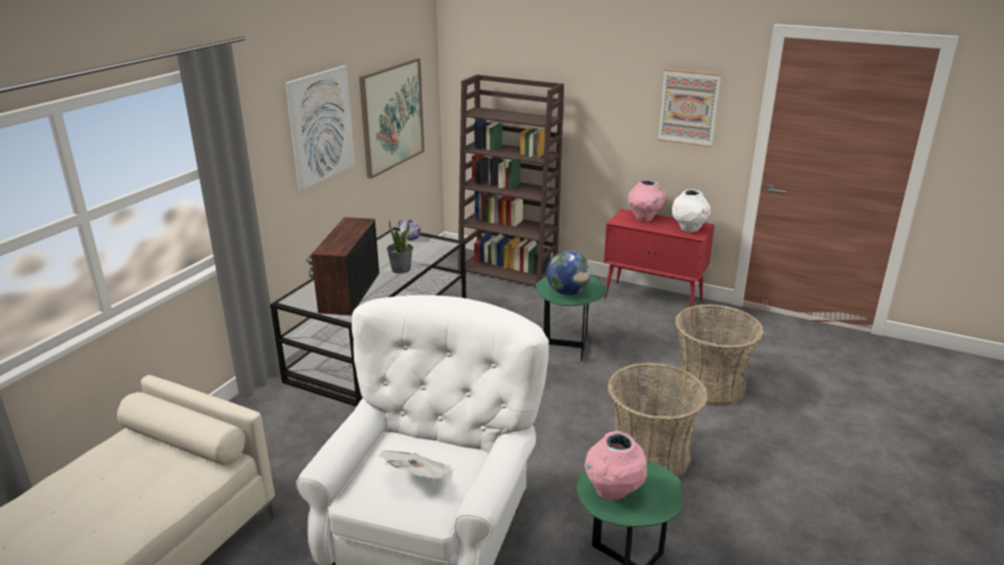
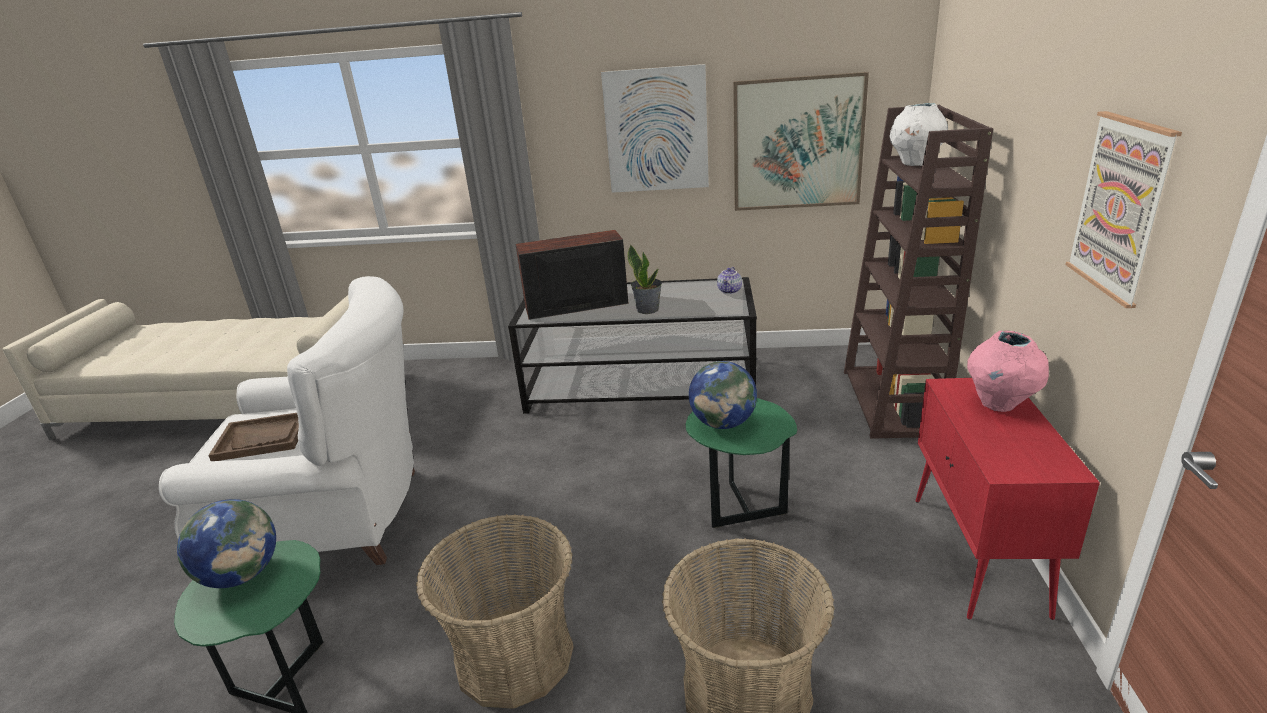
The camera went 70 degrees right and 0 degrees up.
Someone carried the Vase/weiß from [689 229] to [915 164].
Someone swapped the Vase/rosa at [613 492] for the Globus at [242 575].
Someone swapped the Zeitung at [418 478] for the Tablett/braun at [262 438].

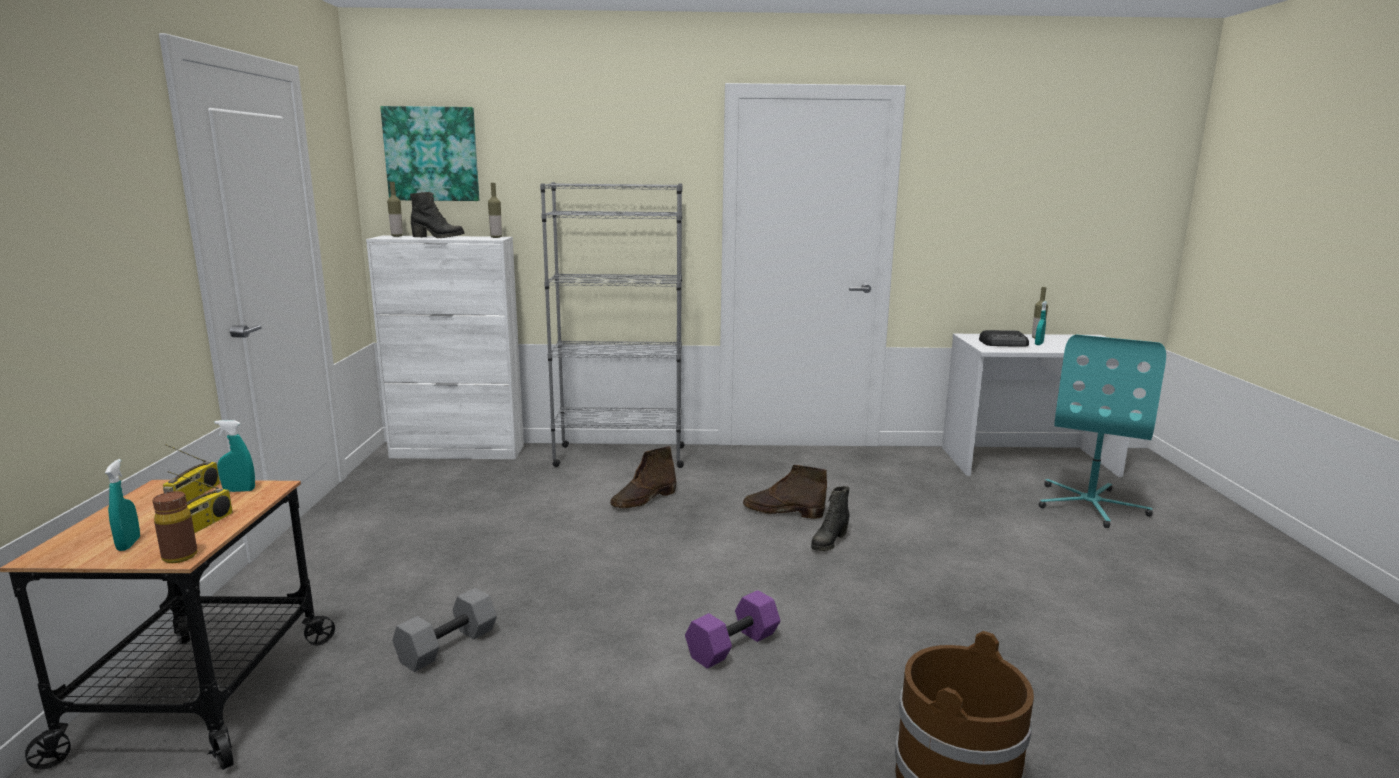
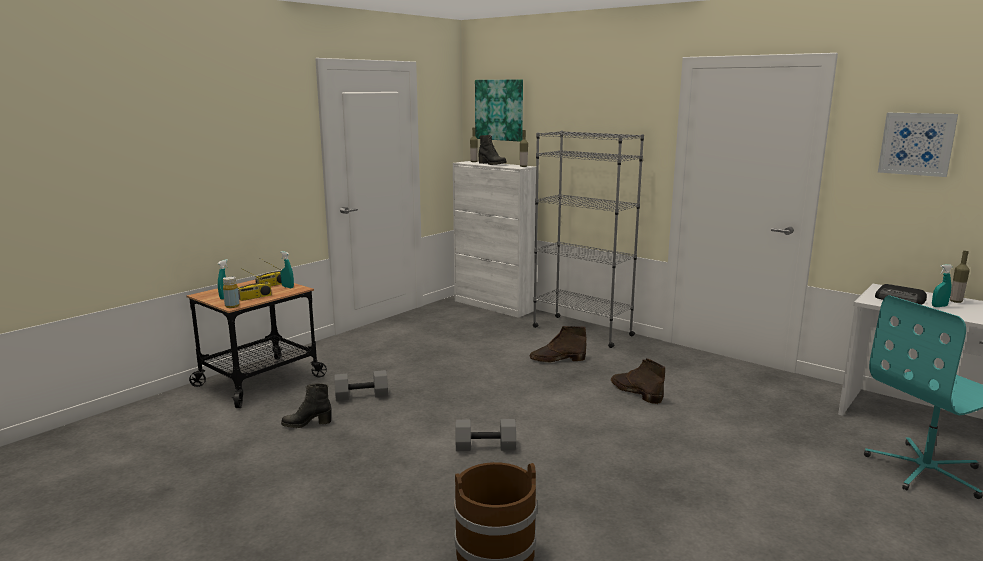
The camera went 40 degrees right and 0 degrees up.
Someone carried the Stiefel/schwarz from [828 542] to [307 424].
Someone repainted the Flasche/braun at [180 557], which became the Flasche/gelb at [232 306].
Someone repainted the Hantel/lila at [732 644], which became the Hantel/grau at [486 446].
Someone put up the Bild at [916 144].

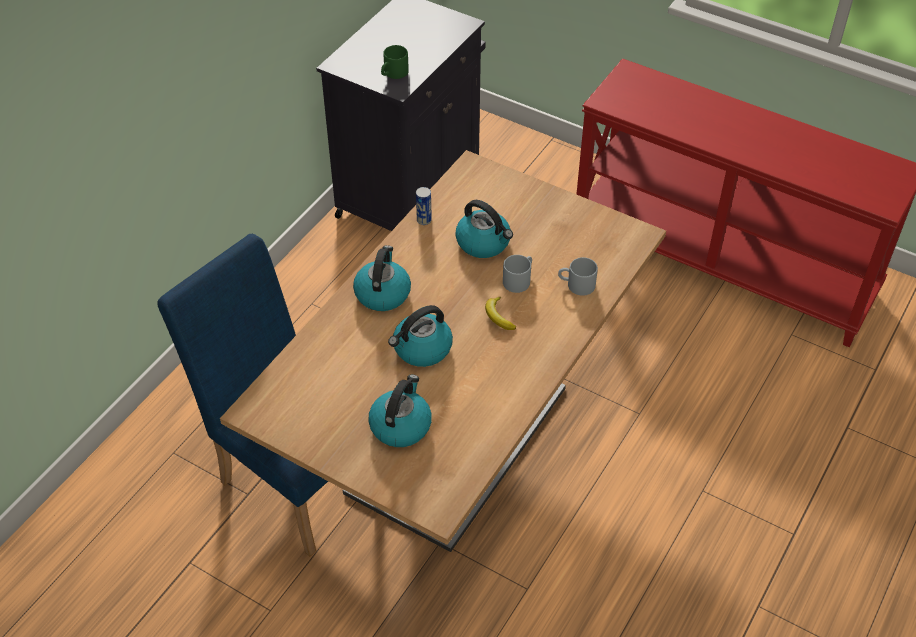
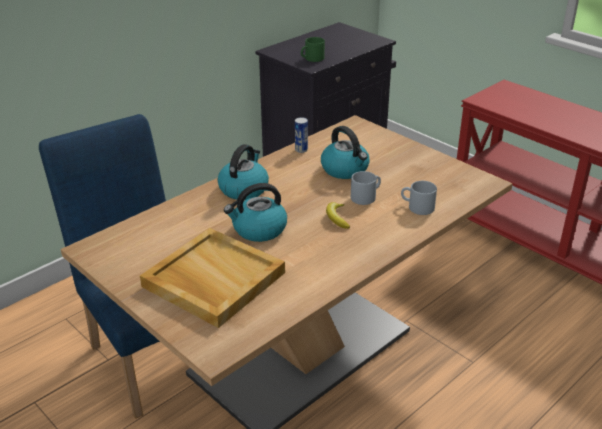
The camera went 15 degrees right and 15 degrees down.
Someone swapped the Wasserkessel at [400 425] for the Tablett/beige at [212 280].

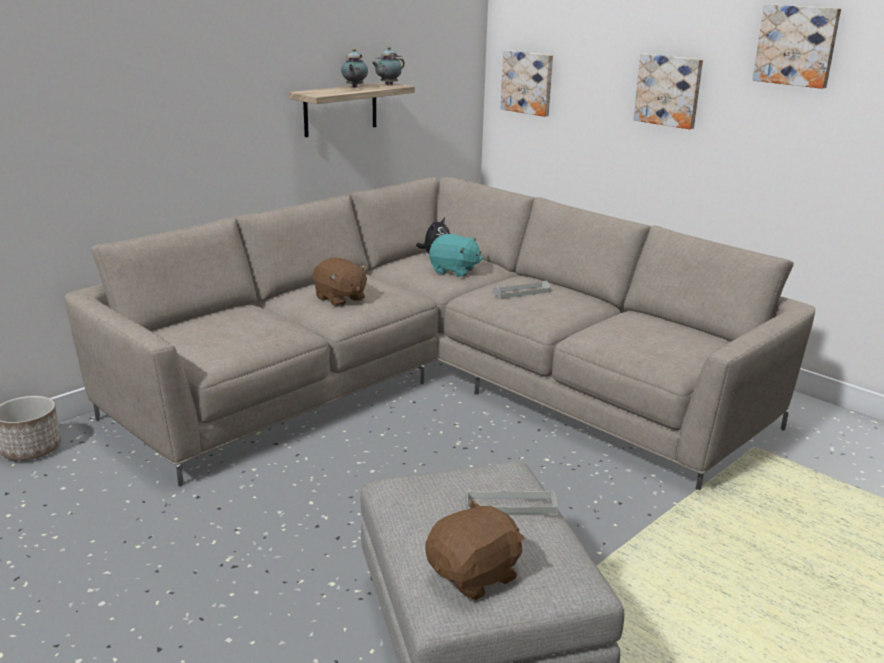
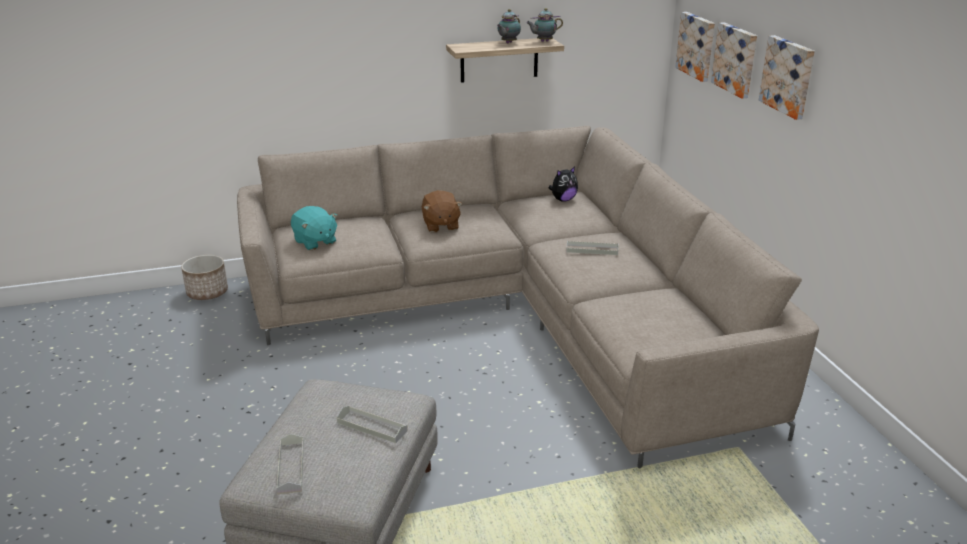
The camera went 30 degrees right and 5 degrees up.
Someone carried the Bild from [797 45] to [736 59].
Someone carried the Plüschtier/türkis from [454 271] to [315 242].
Someone swapped the Plüschtier/braun at [475 576] for the Tablett/grau at [291 467].

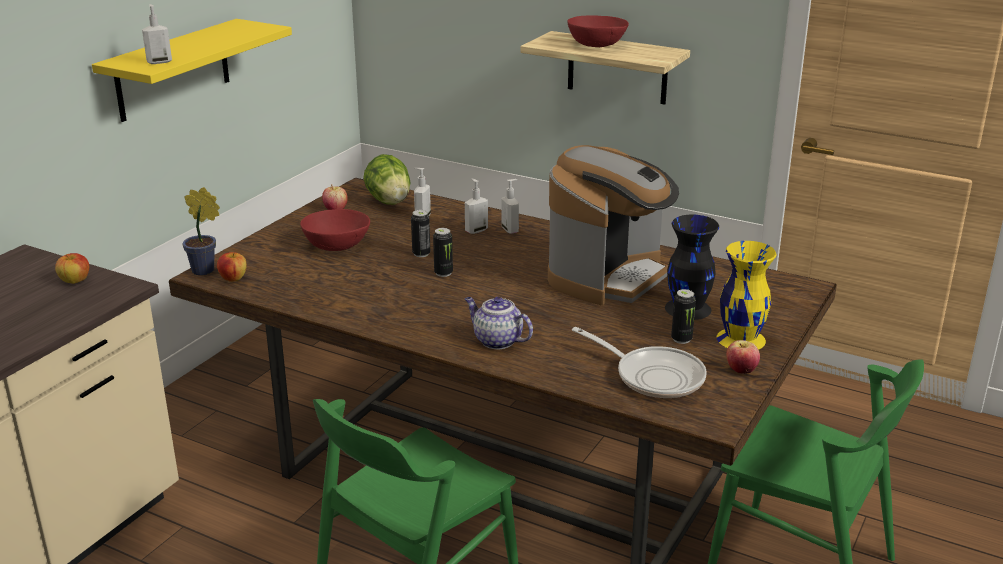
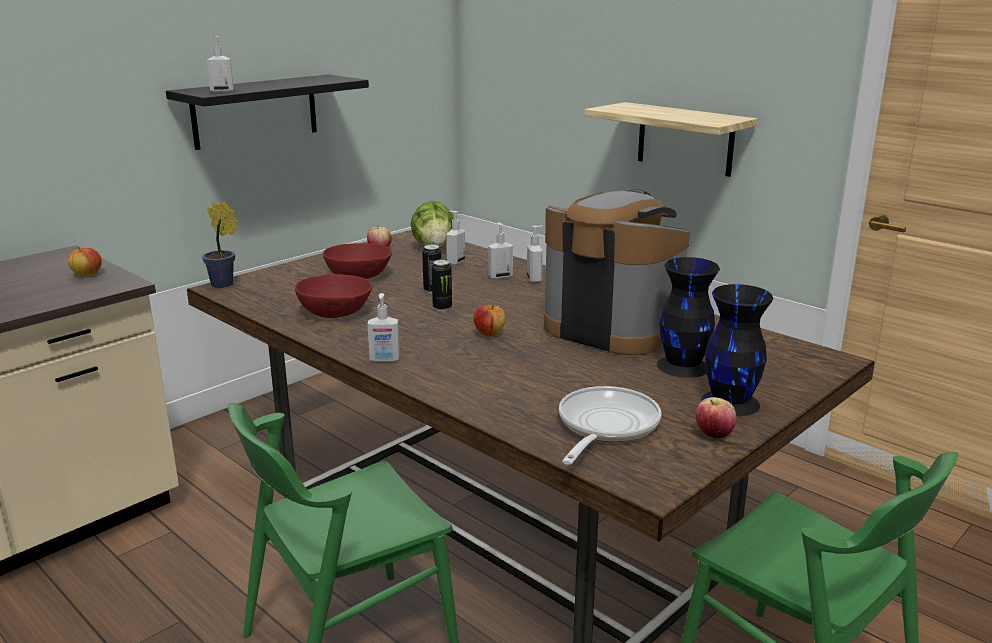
The camera went 15 degrees right and 5 degrees down.
Someone carried the Schüssel/rot from [596 44] to [335 312].
Someone repainted the Wandregal/gelb at [173 70], which became the Wandregal/schwarz at [255 111].
Someone rotated the Kaffeemaschine at [609 277] by 105 degrees counterclockwise.
Someone repainted the Vase/gelb at [740 338], which became the Vase/schwarz at [730 402].
Someone carried the Apfel from [233 278] to [489 334].
Someone took away the Dose at [681 339].
Someone took away the Teekanne at [496 341].
Someone rotated the Pfanne at [653 376] by 120 degrees counterclockwise.
Someone put down the Seifenspender at [384 360].

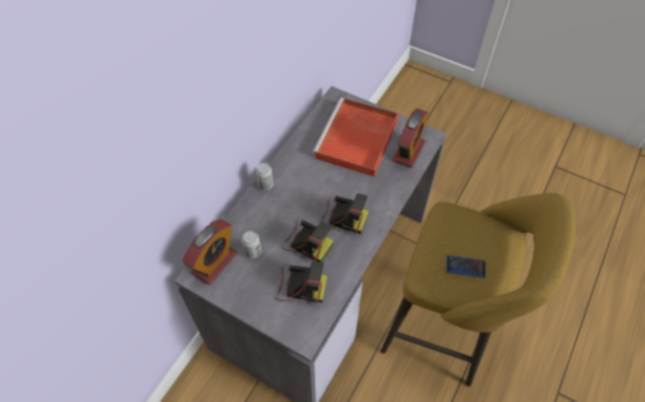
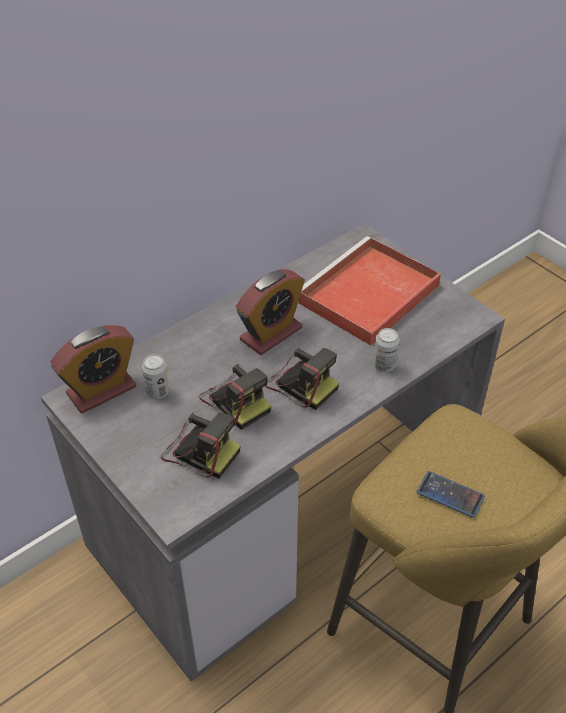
The camera went 20 degrees right and 10 degrees down.
Someone carried the Wecker from [408 151] to [271 334].
Someone carried the Dose from [265 185] to [384 365].

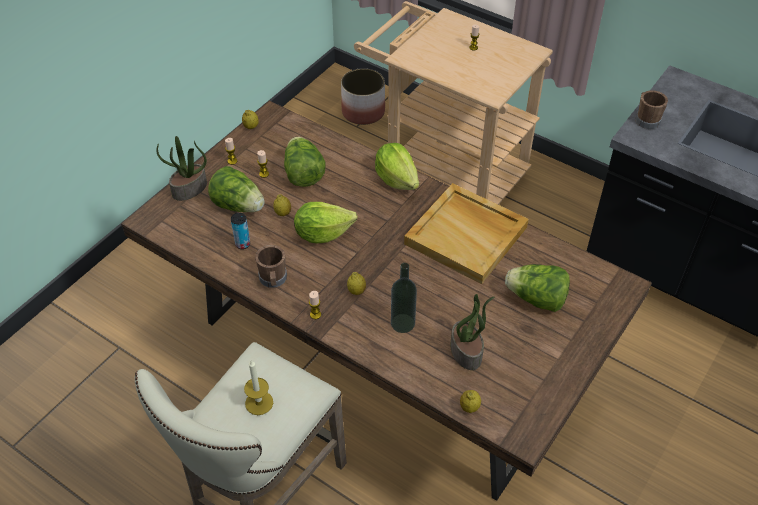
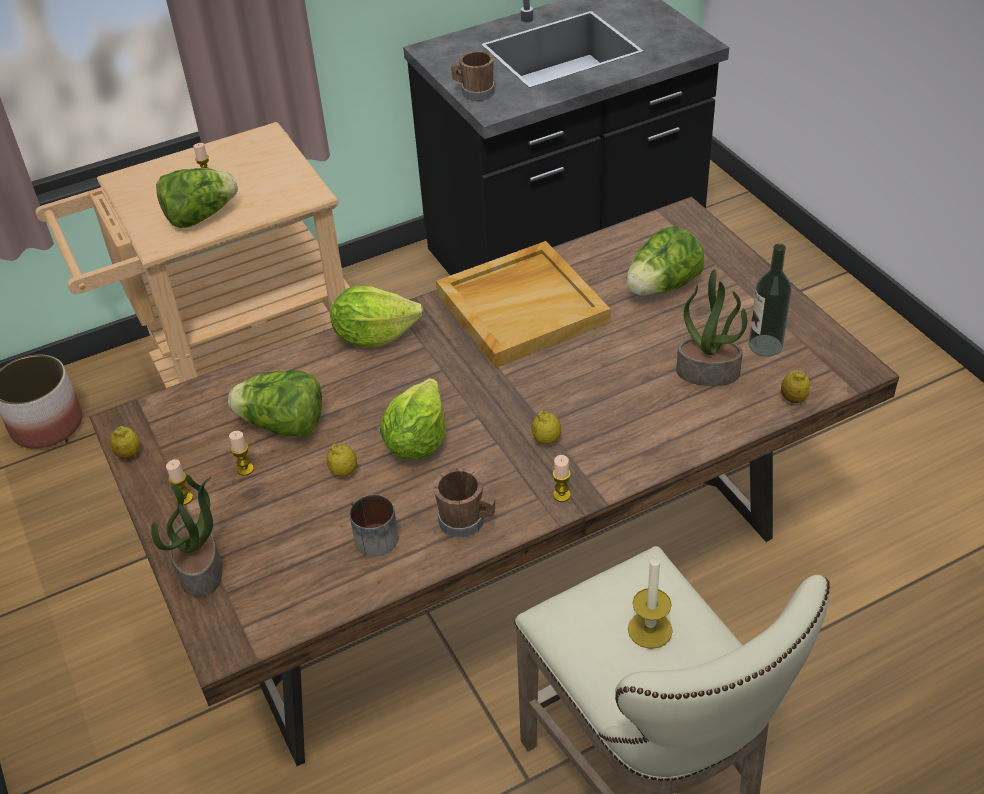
The camera went 60 degrees left and 5 degrees down.
Someone carried the Salatkopf from [238 205] to [200 216].
Someone swapped the Dose at [242 244] for the Henkelbecher at [371 536].
Someone carried the Flasche from [402 323] to [765 345].

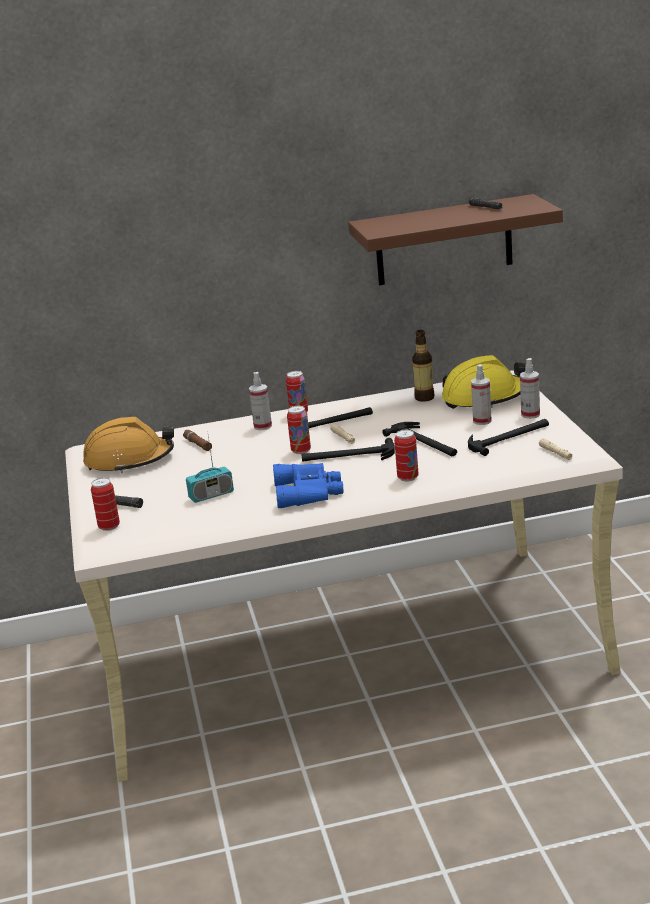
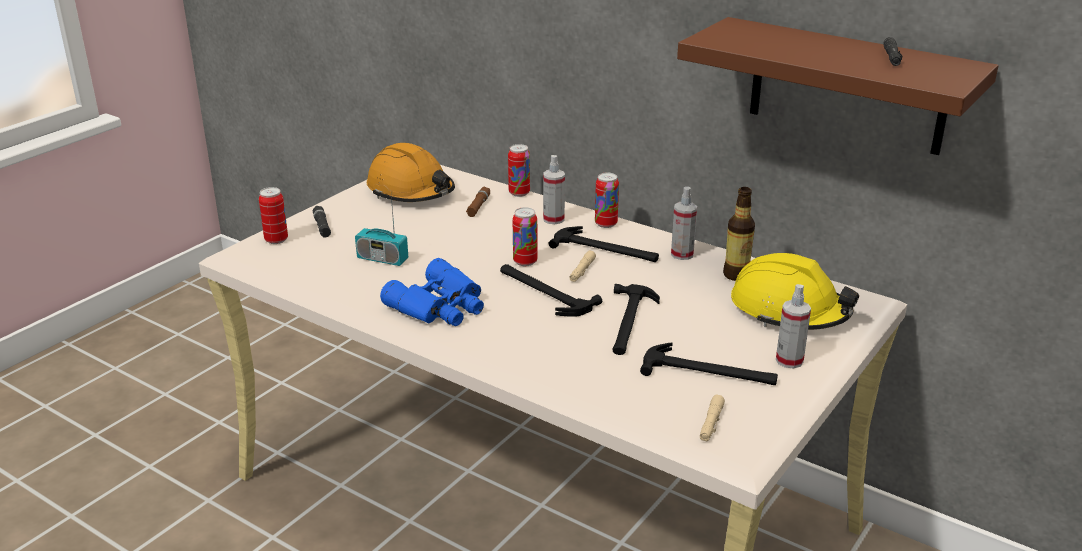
The camera went 45 degrees right and 5 degrees up.
Someone carried the Sprühflasche from [482 421] to [682 254].
Someone carried the Dose from [408 477] to [519 193].

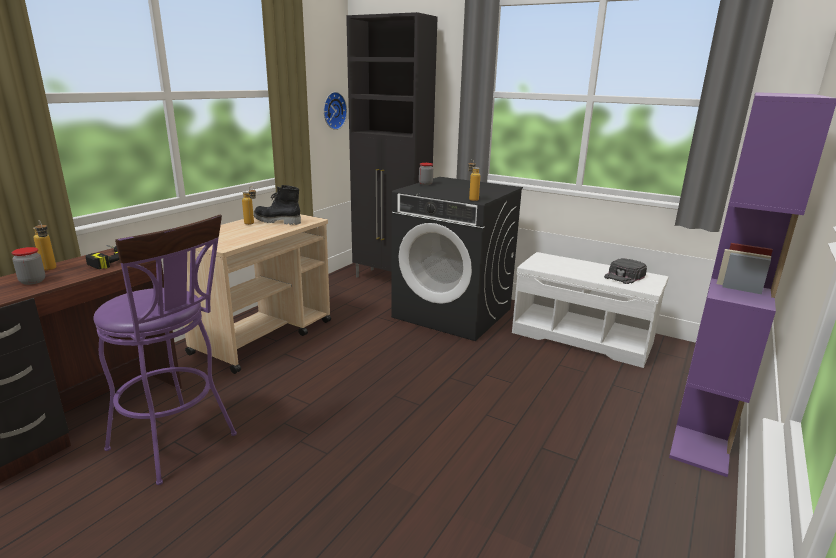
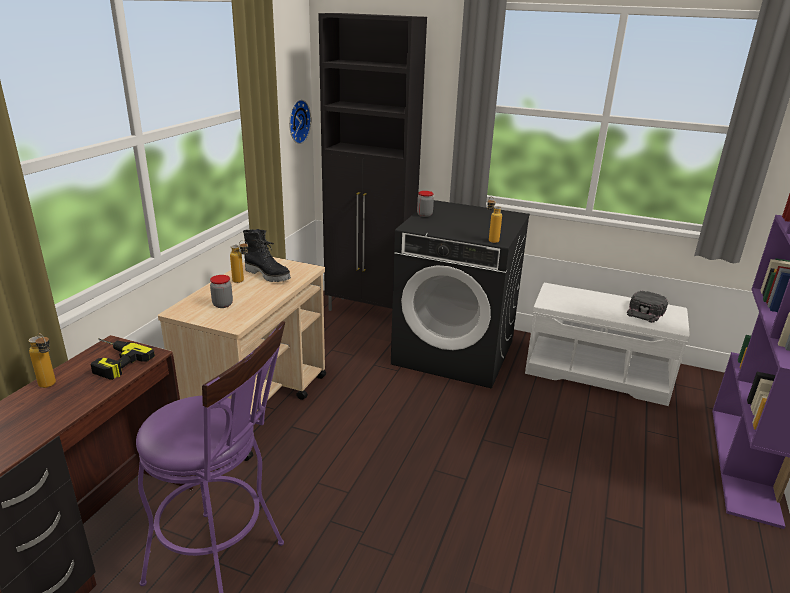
The camera went 10 degrees left and 5 degrees up.
Someone rotated the Stiefel/schwarz at [276 221] by 150 degrees counterclockwise.
Someone carried the Vorratsglas from [32 281] to [222 304].

